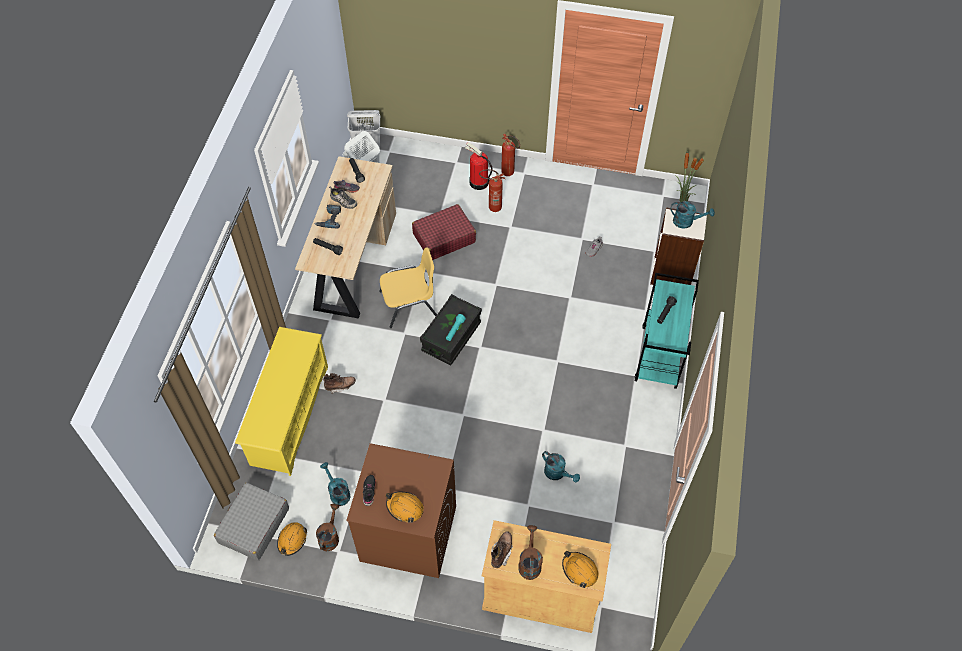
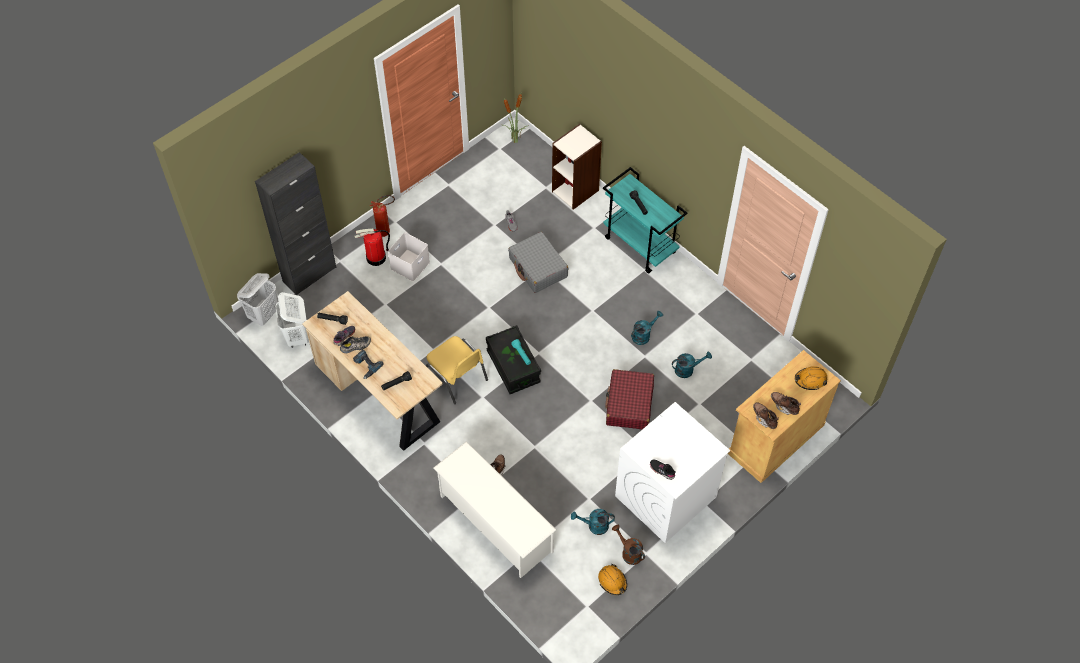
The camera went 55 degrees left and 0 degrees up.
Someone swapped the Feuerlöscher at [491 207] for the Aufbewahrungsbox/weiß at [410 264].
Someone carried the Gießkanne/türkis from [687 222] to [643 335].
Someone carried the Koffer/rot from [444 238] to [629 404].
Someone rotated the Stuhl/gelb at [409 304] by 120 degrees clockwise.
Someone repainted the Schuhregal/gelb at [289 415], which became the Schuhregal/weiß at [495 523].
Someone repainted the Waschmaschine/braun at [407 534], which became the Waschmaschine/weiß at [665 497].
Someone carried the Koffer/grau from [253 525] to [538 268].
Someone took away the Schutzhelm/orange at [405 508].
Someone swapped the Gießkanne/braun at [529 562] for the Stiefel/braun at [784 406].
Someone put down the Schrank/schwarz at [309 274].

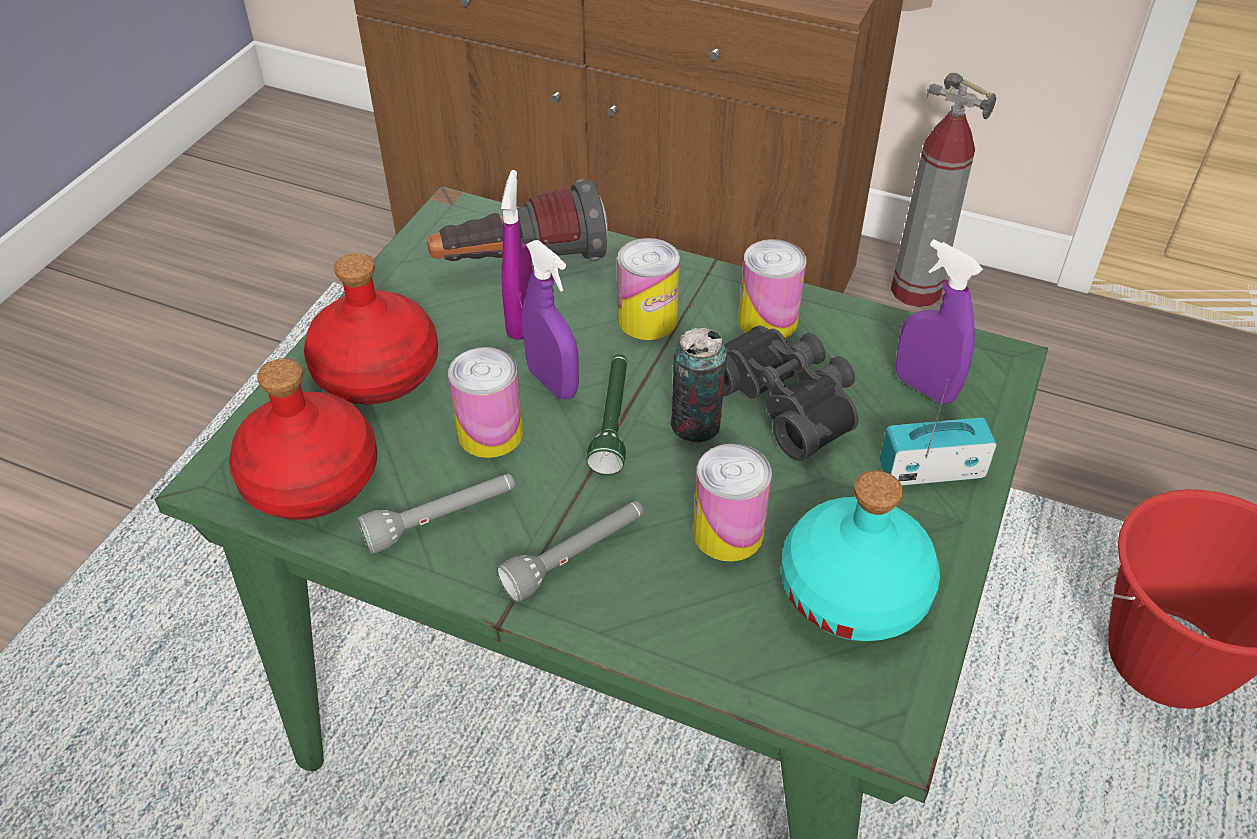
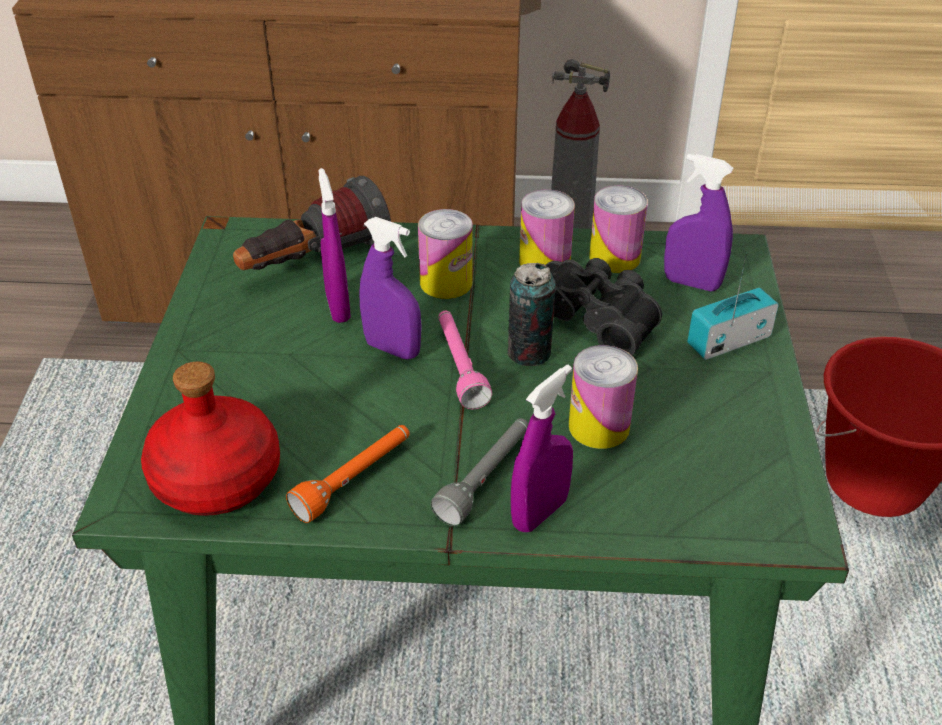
The camera went 20 degrees left and 5 degrees down.
Someone took away the Flasche/rot at [376 370].
Someone carried the Dose from [490 433] to [614 257].
Someone repainted the Taschenlampe/grün at [613 421], which became the Taschenlampe/rosa at [459 366].
Someone took away the Flasche/türkis at [855 590].
Someone repainted the Taschenlampe/grau at [442 520], which became the Taschenlampe/orange at [354 480].
Someone put down the Sprühflasche/lila at [539 513].

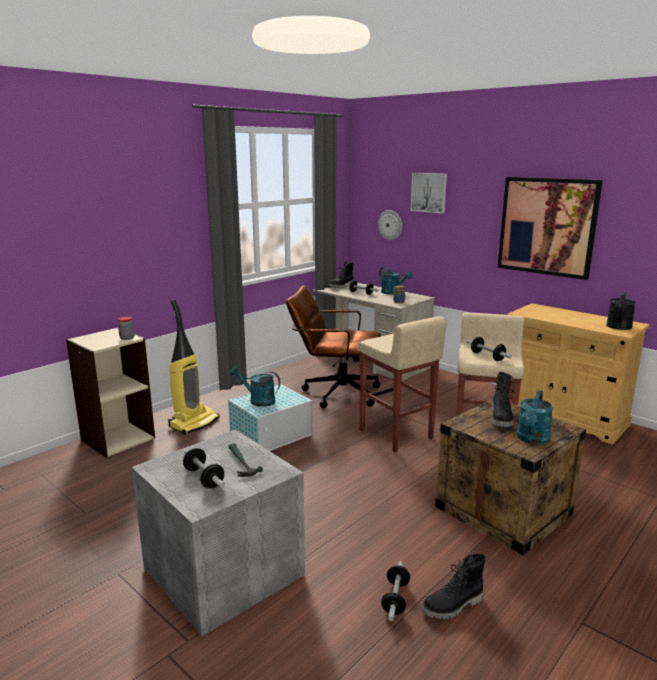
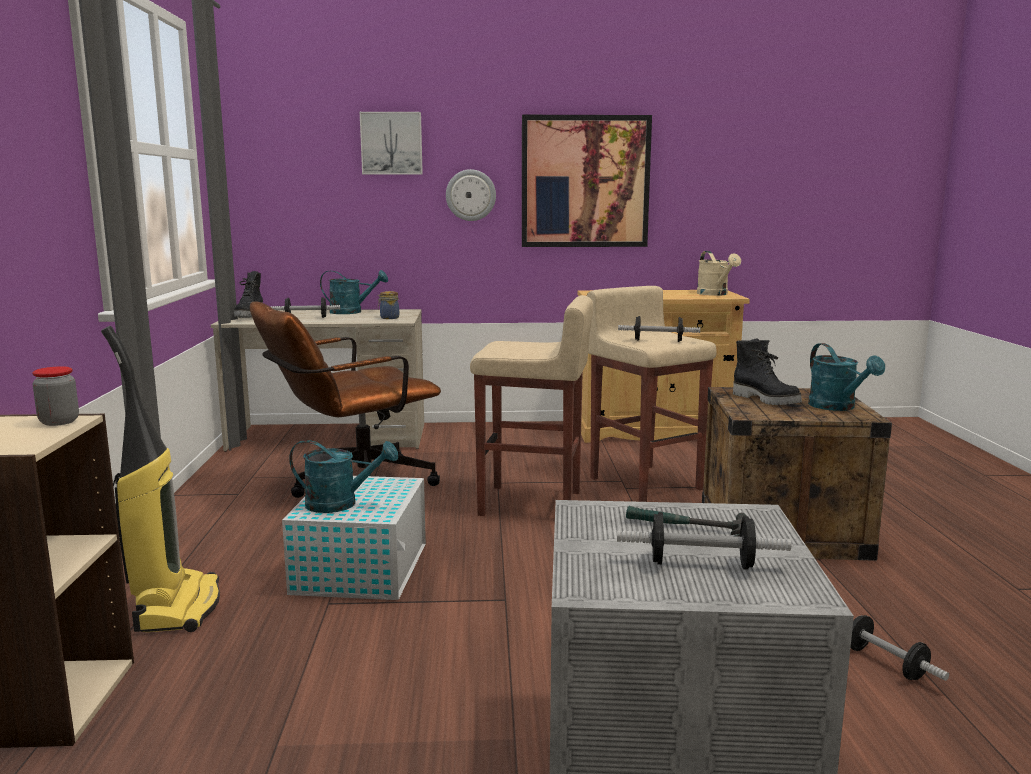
The camera went 45 degrees left and 5 degrees down.
Someone carried the Wanduhr from [390 225] to [470 195].
Someone repainted the Gießkanne/schwarz at [618 327], which became the Gießkanne/beige at [715 294].
Someone rotated the Gießkanne/türkis at [258 400] by 150 degrees counterclockwise.
Someone took away the Stiefel/schwarz at [453 606].

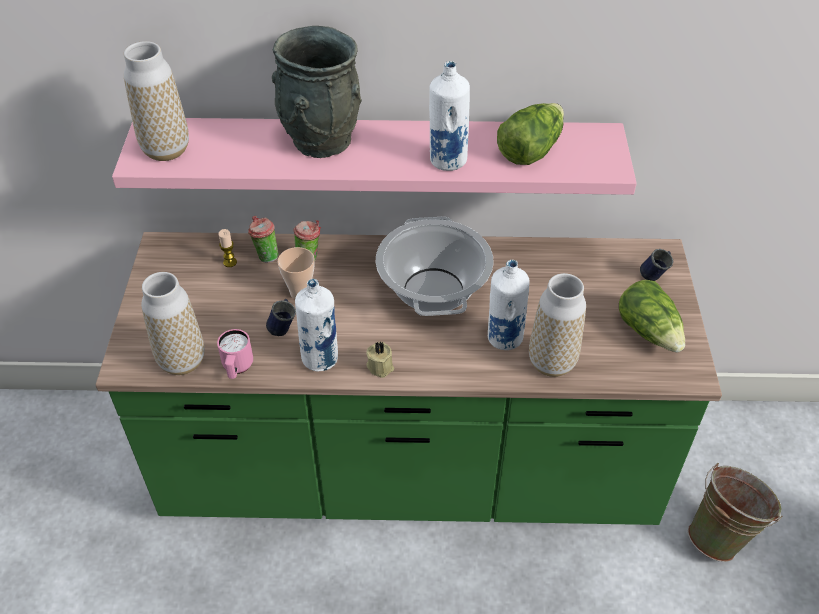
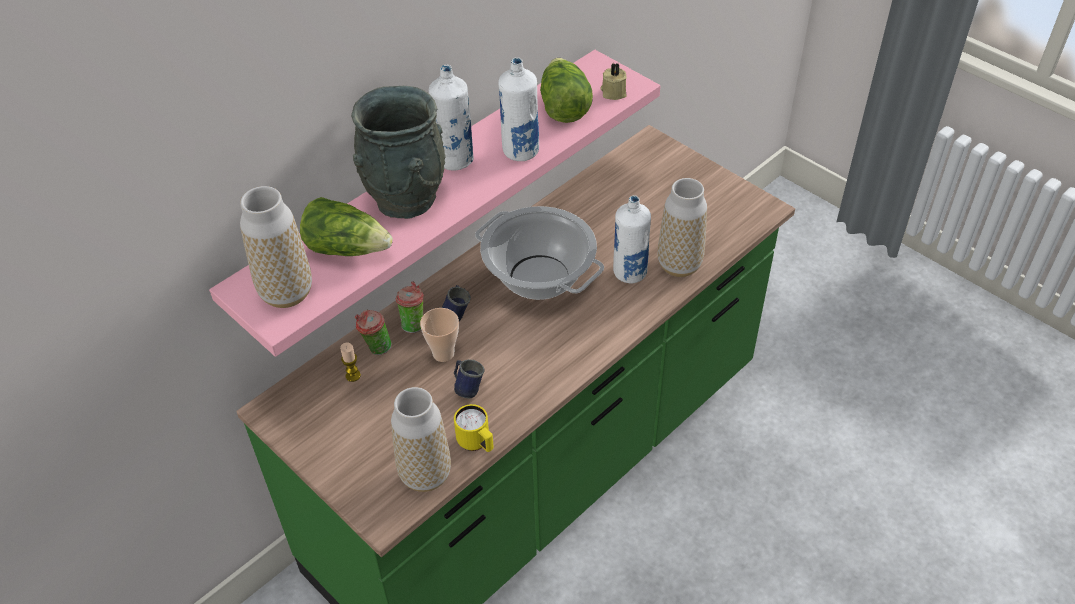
The camera went 45 degrees left and 0 degrees up.
Someone carried the Henkelbecher/blau from [655 275] to [456 313].
Someone carried the Flasche/weiß from [320 358] to [455 160].
Someone carried the Salatkopf from [649 331] to [347 248].
Someone repainted the Henkelbecher/rosa at [237 368], which became the Henkelbecher/gelb at [477 444].
Someone carried the Kerze/beige from [380 366] to [613 92].
Someone took away the Eimer/grün at [722 535].

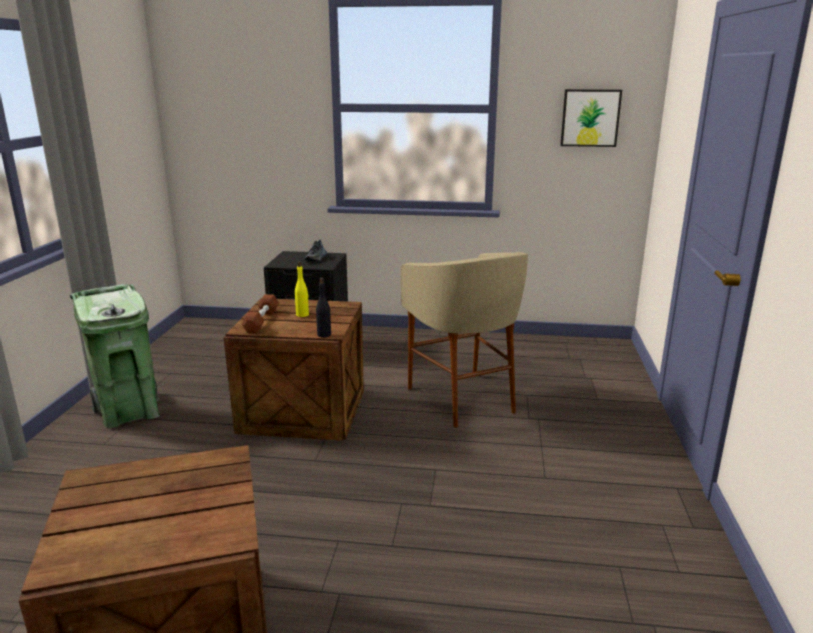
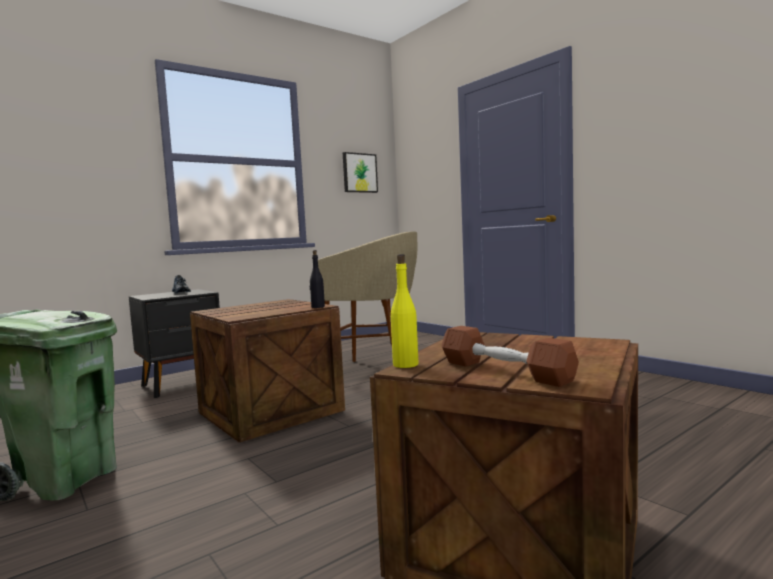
The camera went 45 degrees left and 15 degrees down.
Someone carried the Flasche/gelb from [302 314] to [405 364].
Someone carried the Hantel/braun from [261 321] to [504 371].

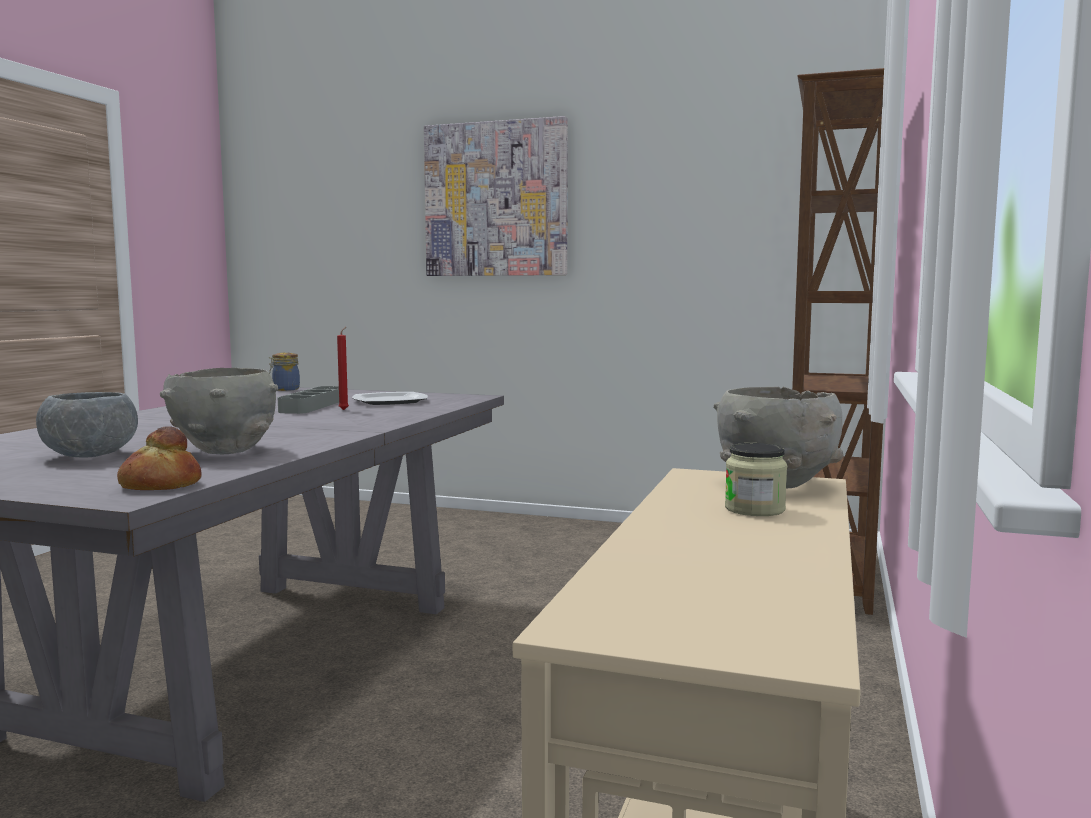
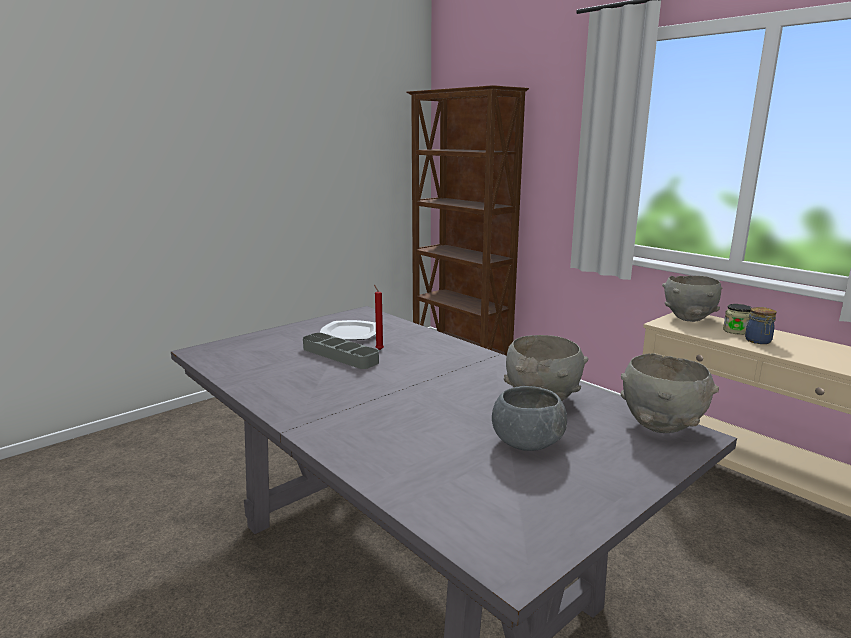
The camera went 60 degrees left and 10 degrees up.
Someone took away the Bild at [496 200].
Someone carried the Vorratsglas from [285 389] to [758 341].
Someone swapped the Brot at [159 485] for the Schüssel/grau at [661 425].

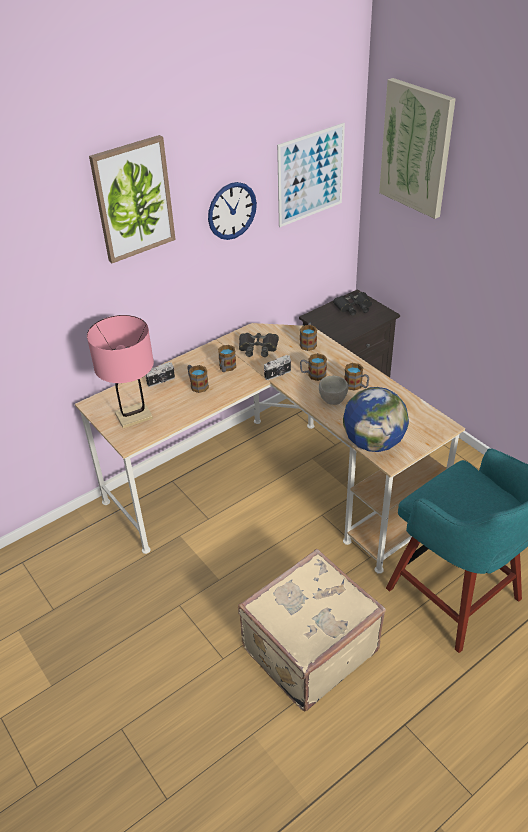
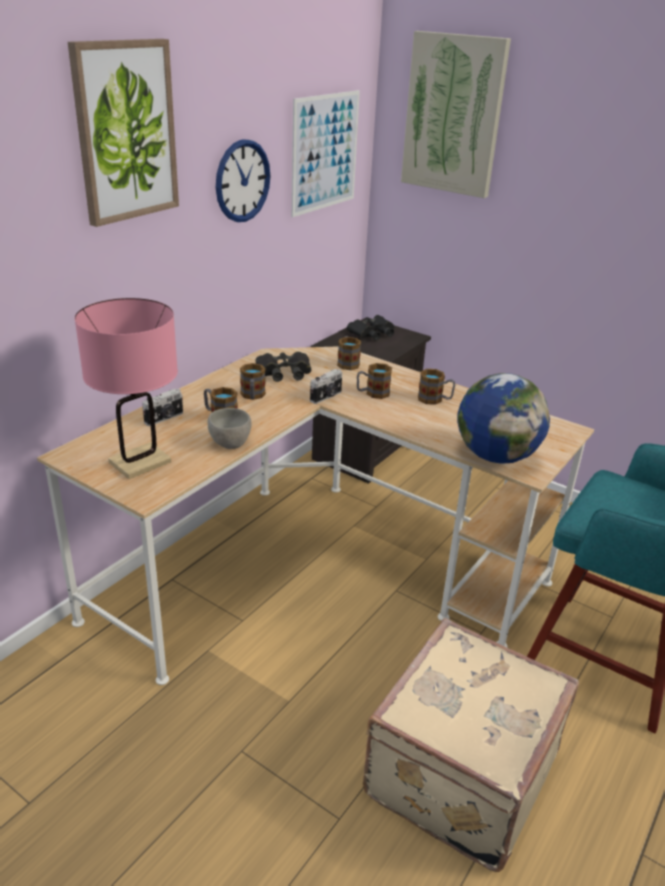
The camera went 20 degrees left and 10 degrees down.
Someone carried the Schüssel/grau from [332 399] to [229 443].

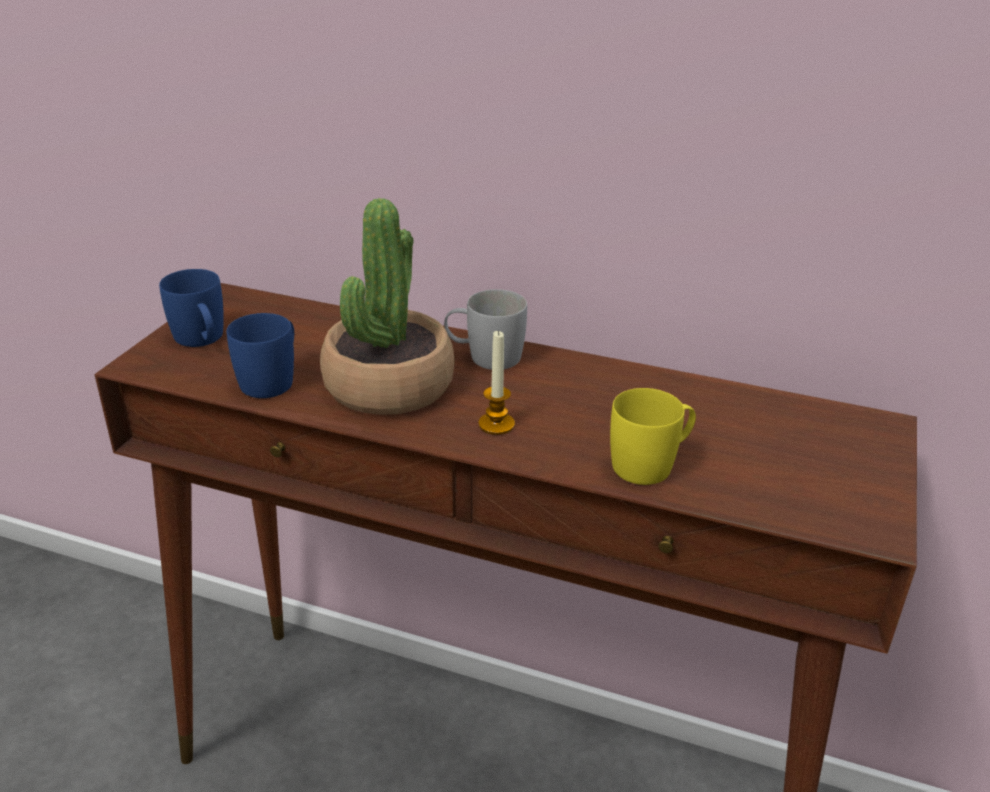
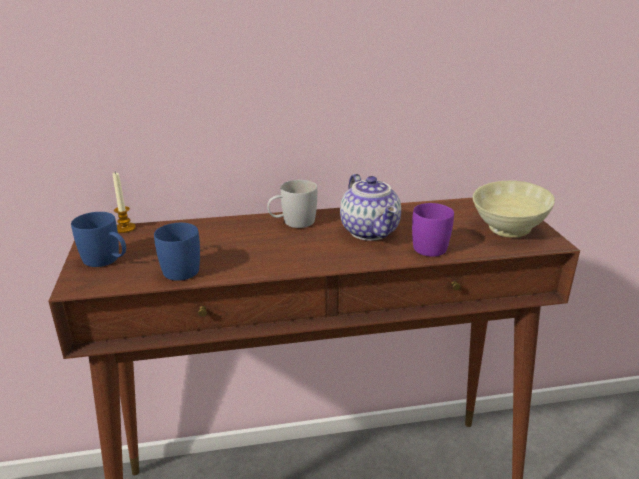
The camera went 30 degrees left and 5 degrees down.
Someone took away the Topfpflanze at [388 385].
Someone carried the Kerze from [496 424] to [125 228].
Someone repainted the Henkelbecher/gelb at [651 464], which became the Henkelbecher/lila at [432 245].
Someone put down the Teekanne at [371 232].
Someone put down the Schüssel/beige at [506 230].

